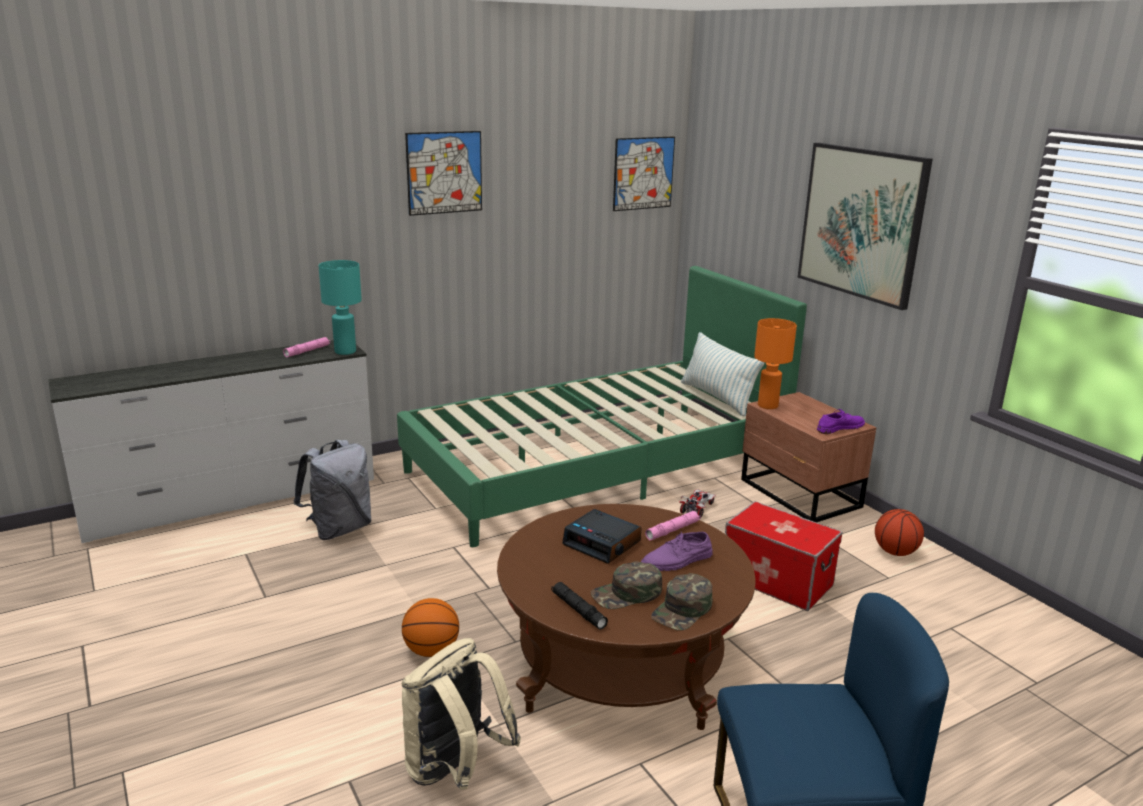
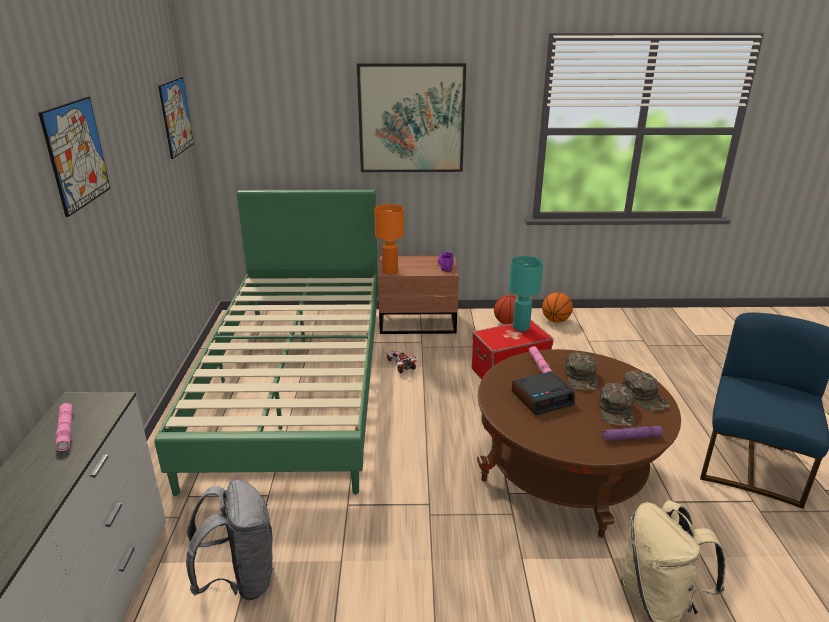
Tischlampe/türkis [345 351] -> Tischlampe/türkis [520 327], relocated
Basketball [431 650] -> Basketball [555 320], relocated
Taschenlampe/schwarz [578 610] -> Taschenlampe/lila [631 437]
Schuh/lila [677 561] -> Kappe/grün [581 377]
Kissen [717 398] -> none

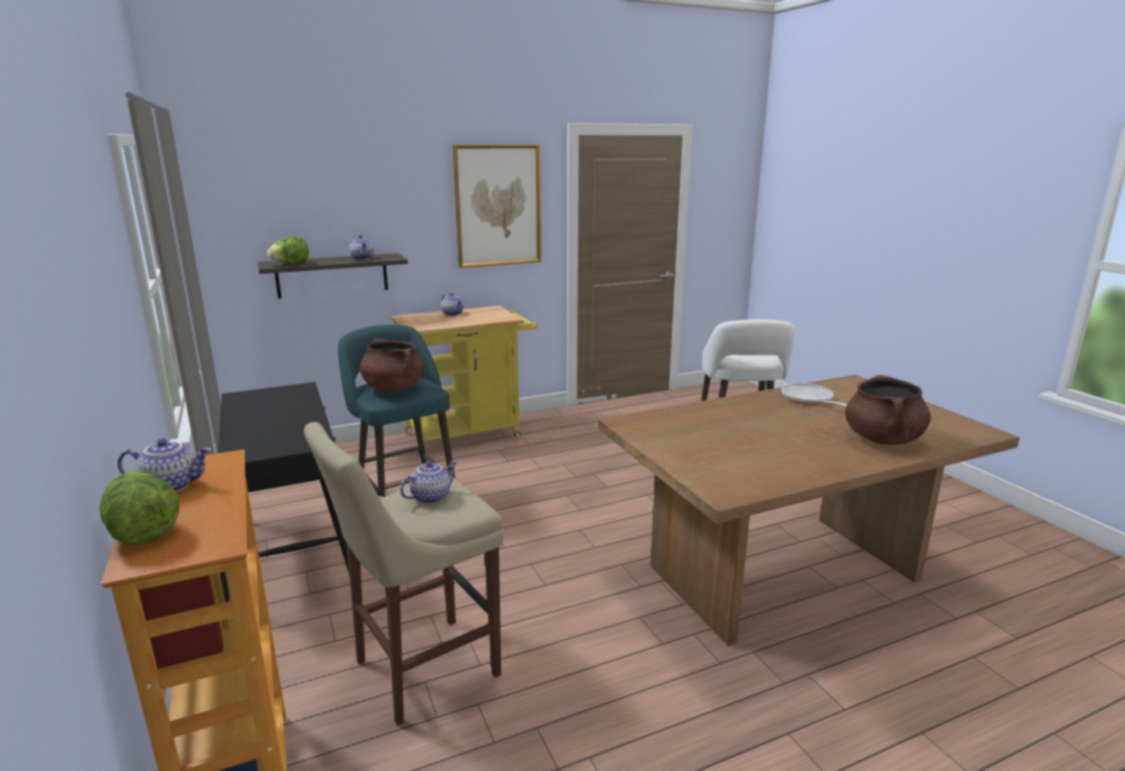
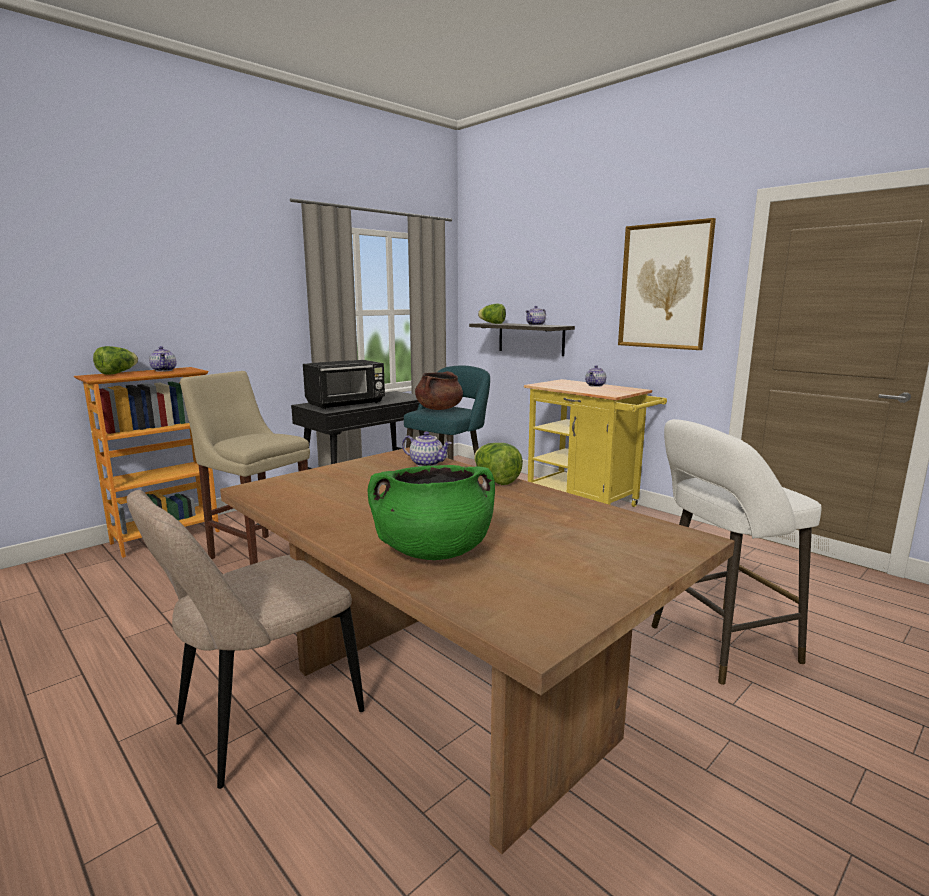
Teekanne [430 497] -> Teekanne [427 464], relocated
Pfanne [809 400] -> none
Kochtopf/braun [883 439] -> Kochtopf/grün [433 551]
none -> Stuhl/beige [261 721]
none -> Mikrowelle/schwarz [346 404]
none -> Salatkopf [495 480]

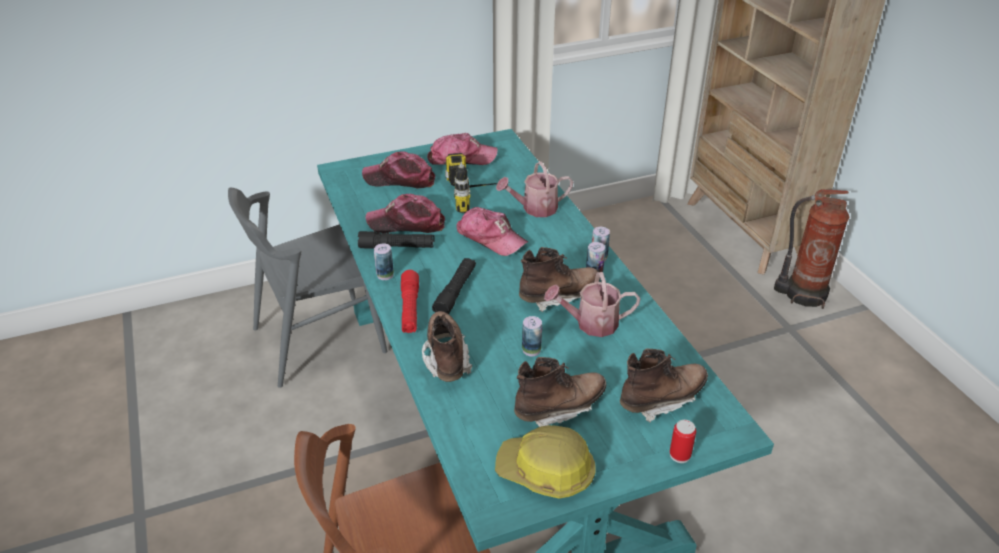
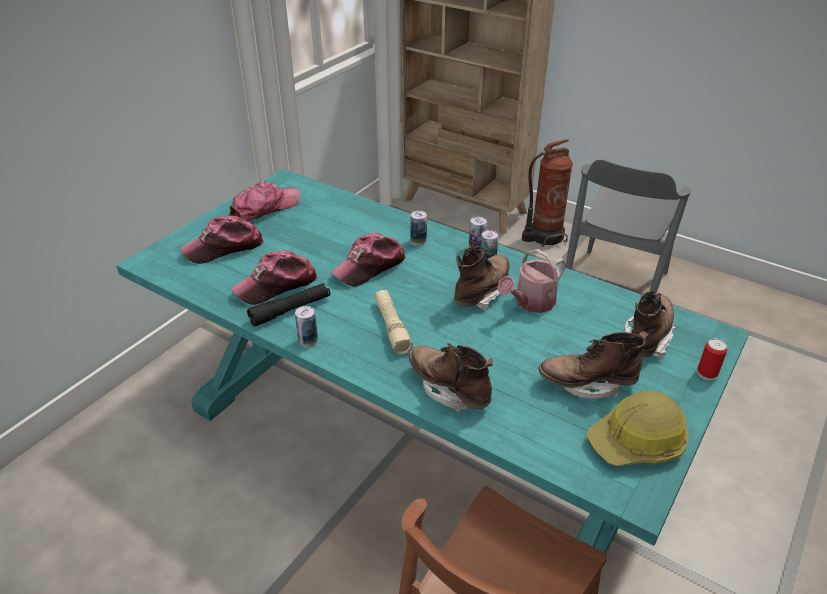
Stuhl/grau [318 339] -> Stuhl/grau [614 286], relocated
Taschenlampe/rot [410 309] -> none
Taschenlampe/schwarz [455 292] -> Taschenlampe/beige [391 327]
Bohrmaschine [480 196] -> none
Kappe [491 238] -> Kappe [369 267], 135 degrees clockwise
Gießkanne [535 209] -> none
Stiefel/braun [559 408] -> Stiefel/braun [587 384], 120 degrees counterclockwise
Dose [531 350] -> Dose [418 241], relocated

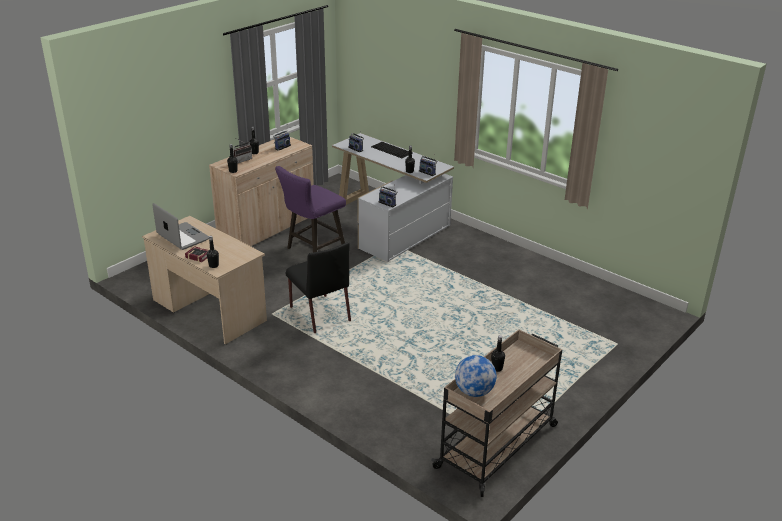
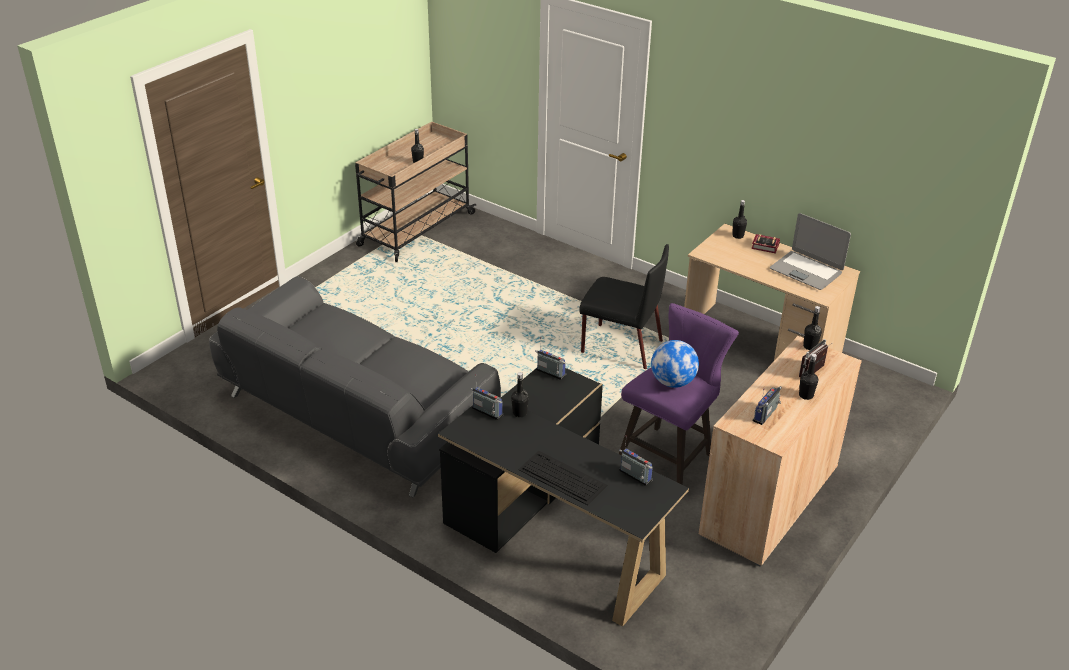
Stuhl/schwarz [319 313] -> Stuhl/schwarz [620 346], 150 degrees clockwise
Schreibtisch/weiß [391 223] -> Schreibtisch/schwarz [552 527]
Globus [474 392] -> Globus [673 382], relocated
none -> Sofa/grau [356 414]

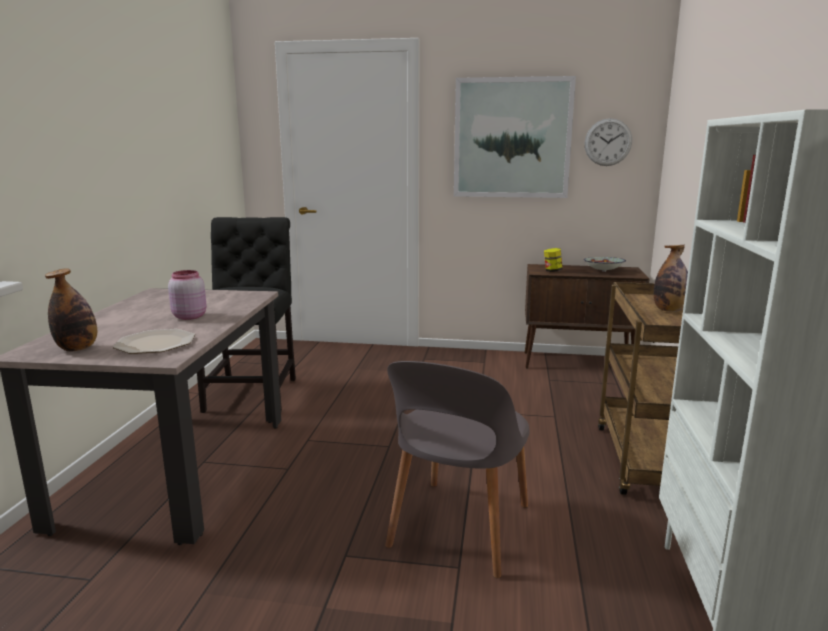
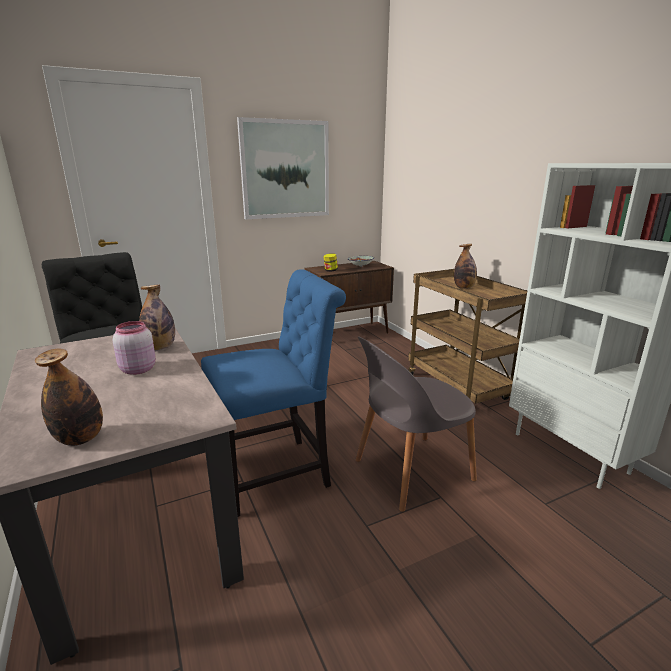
Teller [155 343] -> none
Stuhl/grau [458 528] -> Stuhl/grau [410 471], 75 degrees clockwise
Wanduhr [608 142] -> none
none -> Flasche [160 348]
none -> Stuhl/blau [278 473]

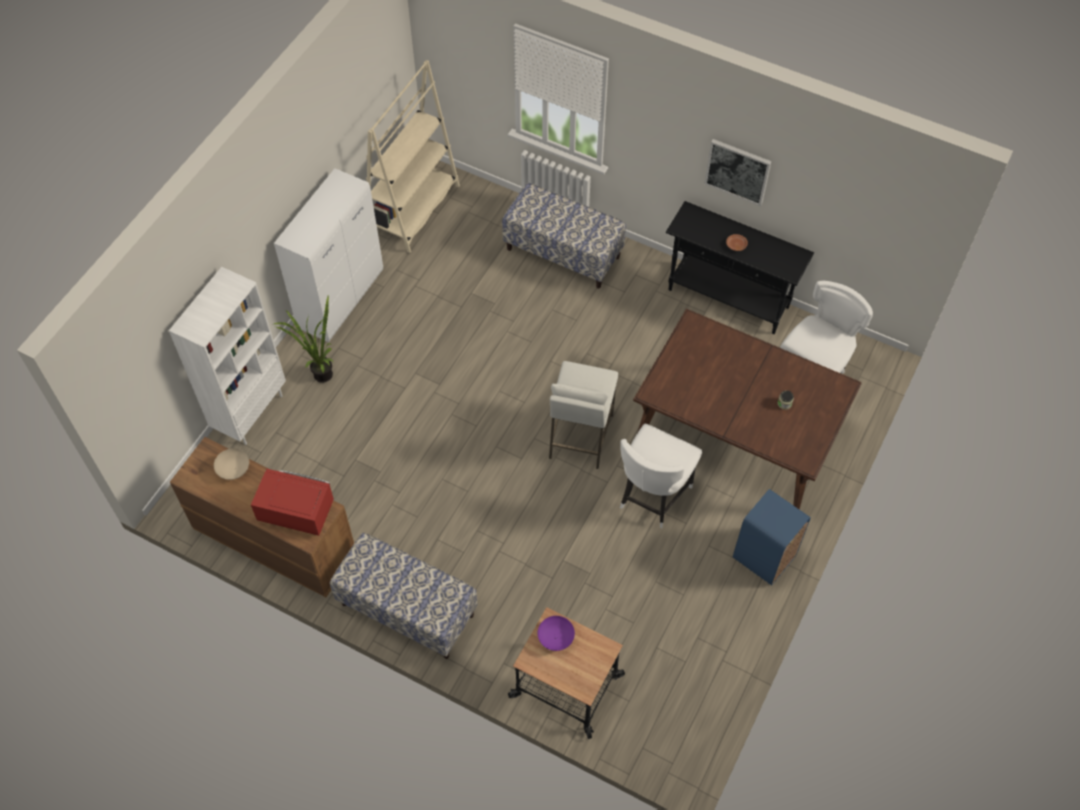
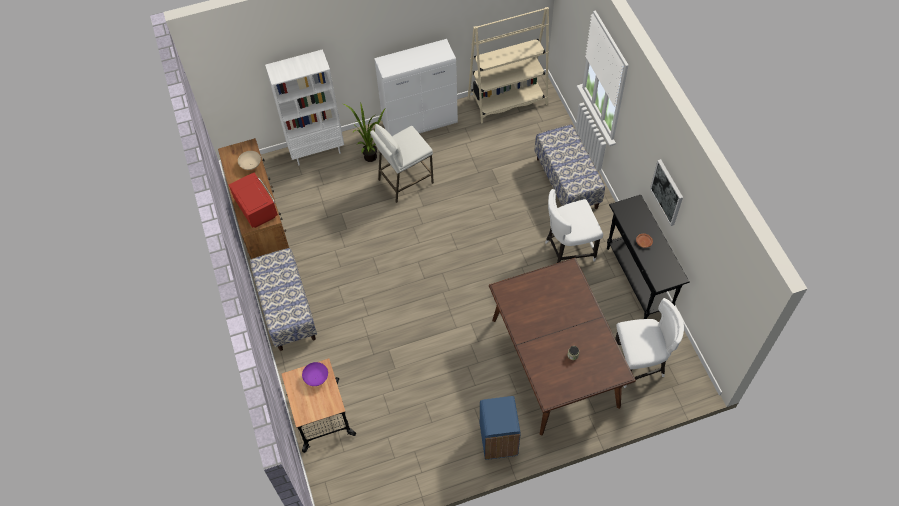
Hocker/weiß [580 437] -> Hocker/weiß [405 181], relocated
Stuhl/weiß [652 496] -> Stuhl/weiß [568 249], relocated

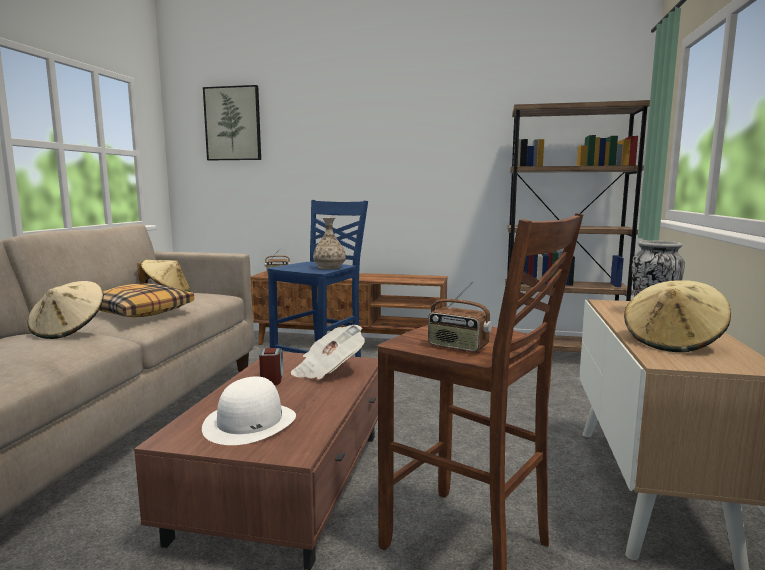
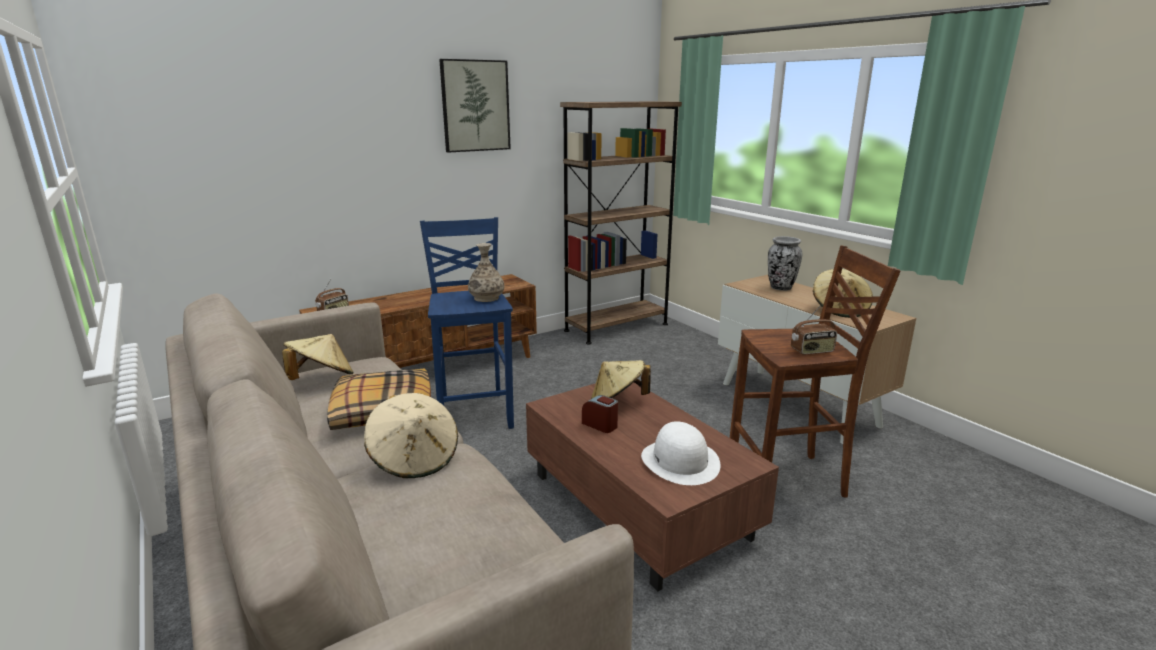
Bild [233 124] -> Bild [475 106], relocated
Zeitung [328 370] -> Hut/beige [618 401]

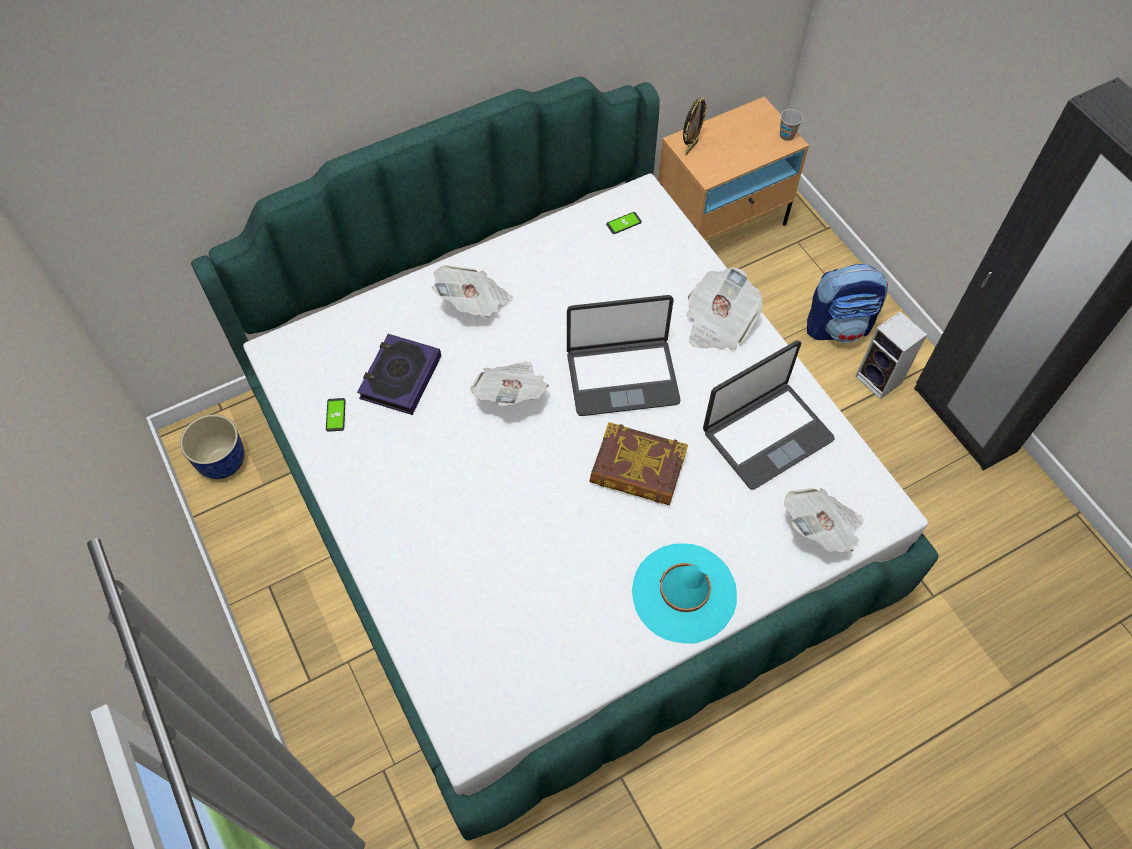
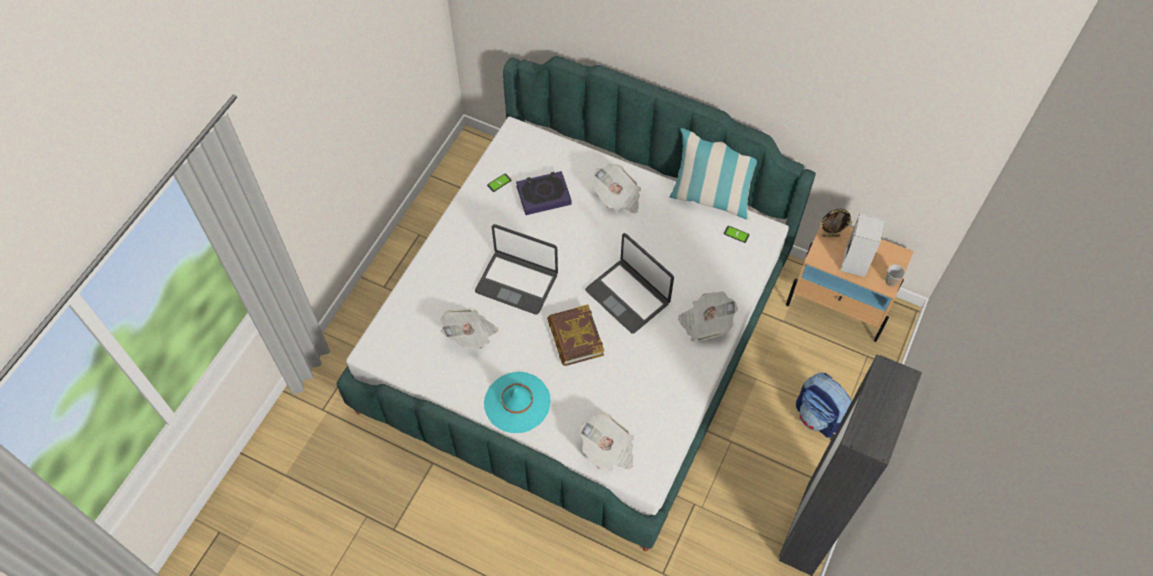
Pflanzkübel [223 461] -> none
Zeitung [511 393] -> Zeitung [470 335], relocated
Laptop [766 435] -> Laptop [517 282], relocated
Lautsprecher [880 380] -> Lautsprecher [855 264], relocated
none -> Kissen [711 198]

